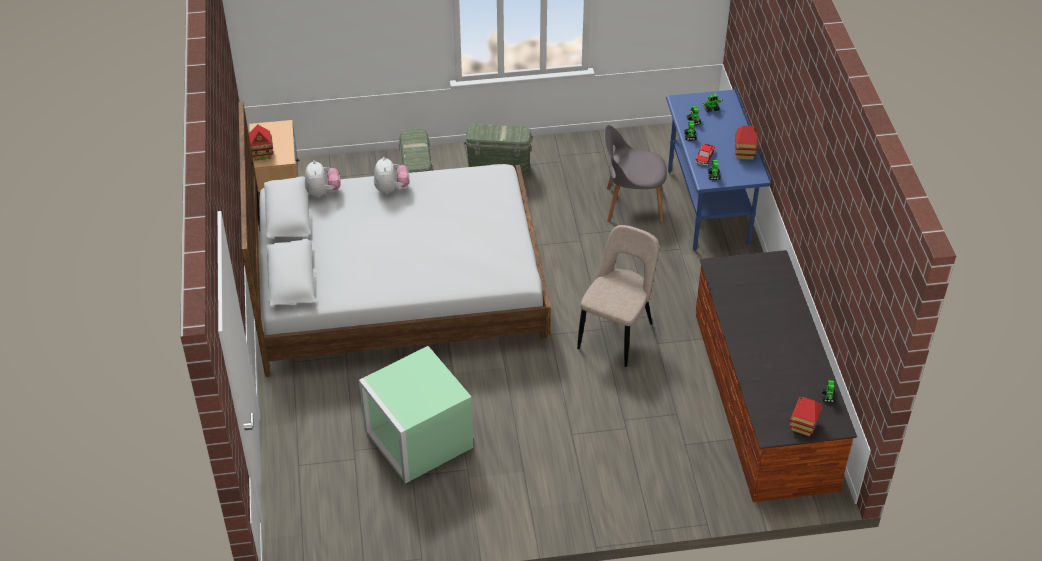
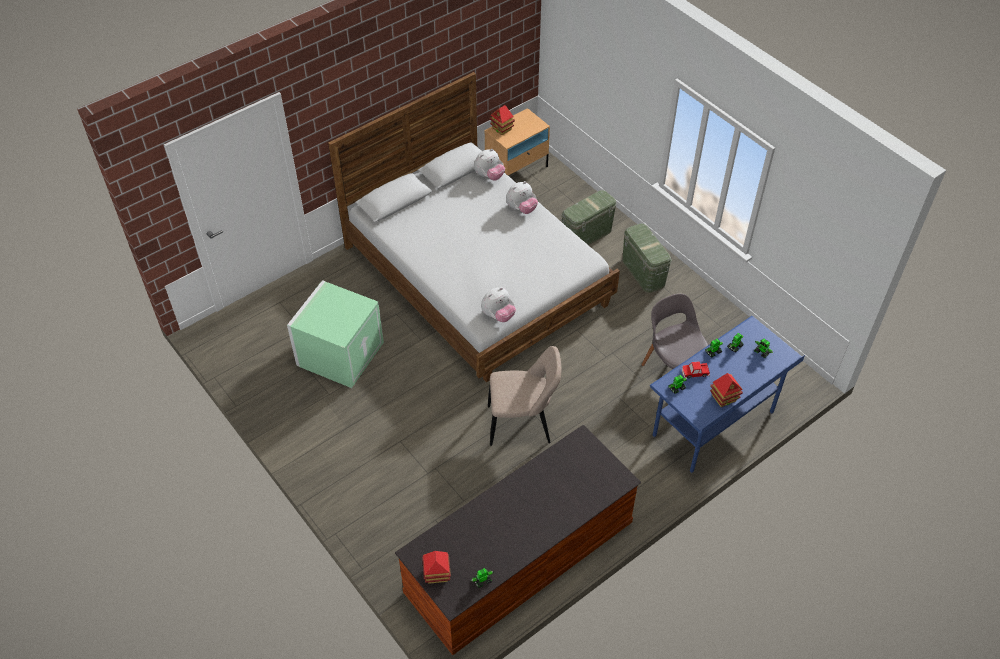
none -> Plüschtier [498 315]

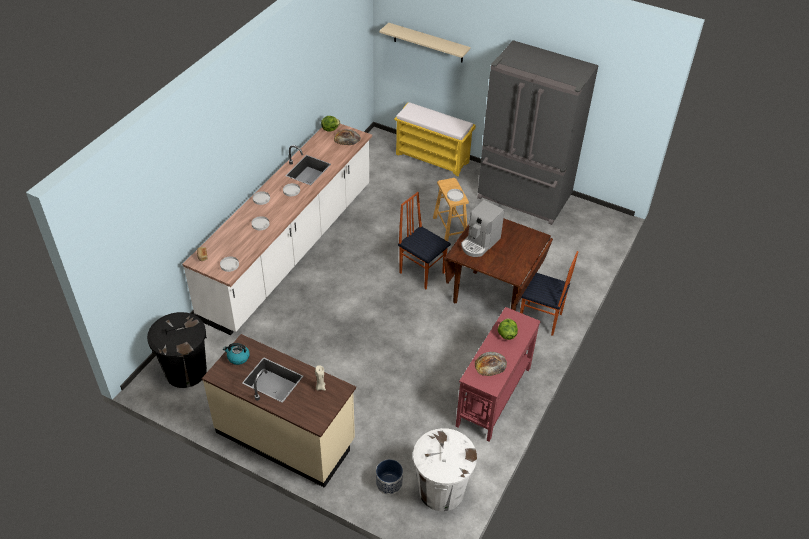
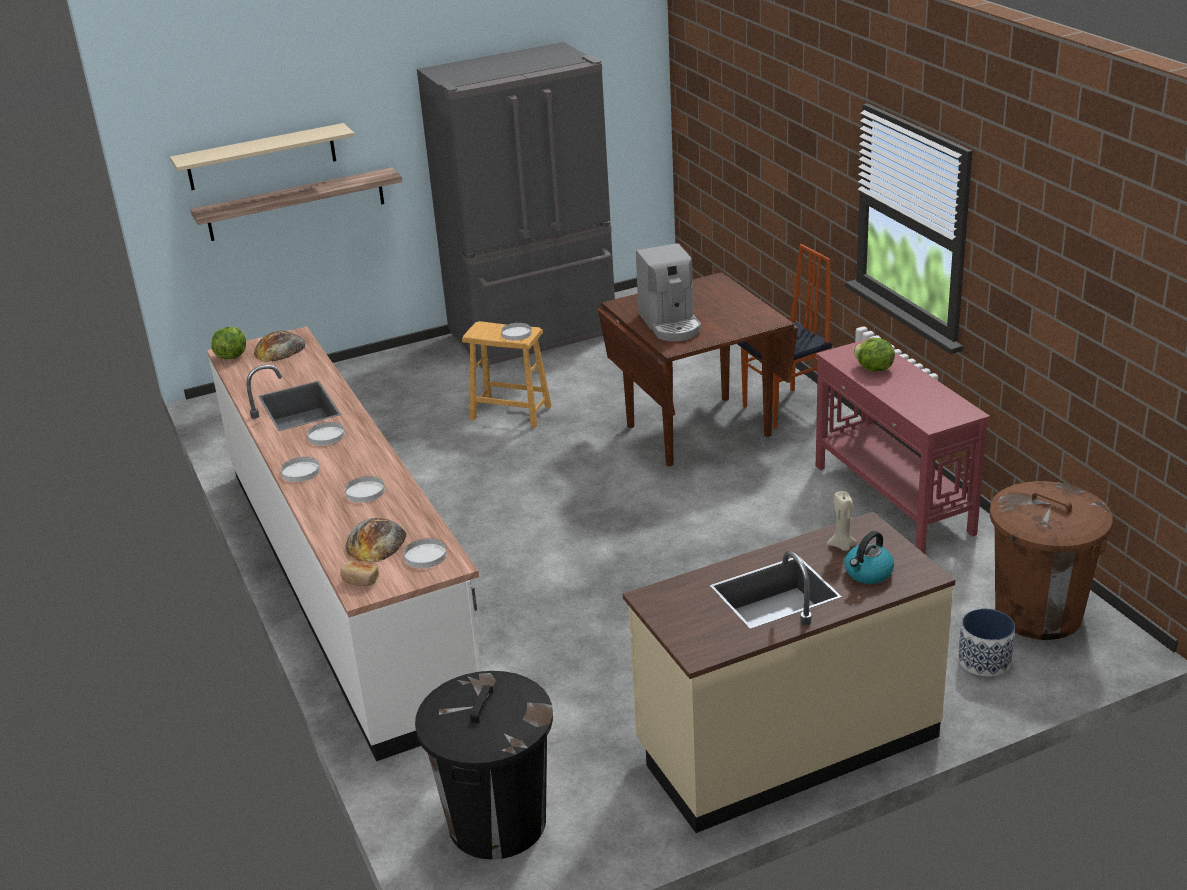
Wasserkessel [238 357] -> Wasserkessel [868 573], relocated
Bank/gelb [433 158] -> none
Stuhl [422 272] -> none
Mülleimer/weiß [441 491] -> Mülleimer/braun [1038 614]
Brot [490 364] -> Brot [376 541], relocated
none -> Wandregal [296 204]

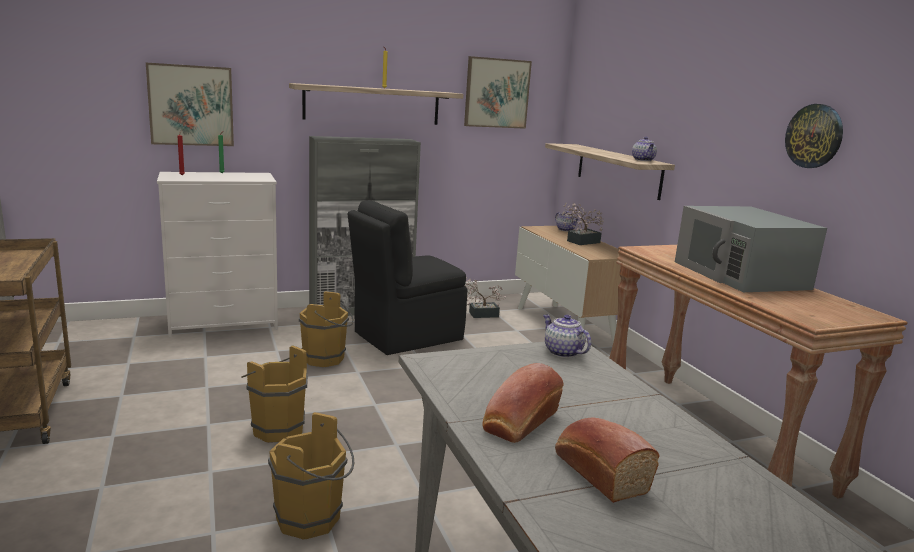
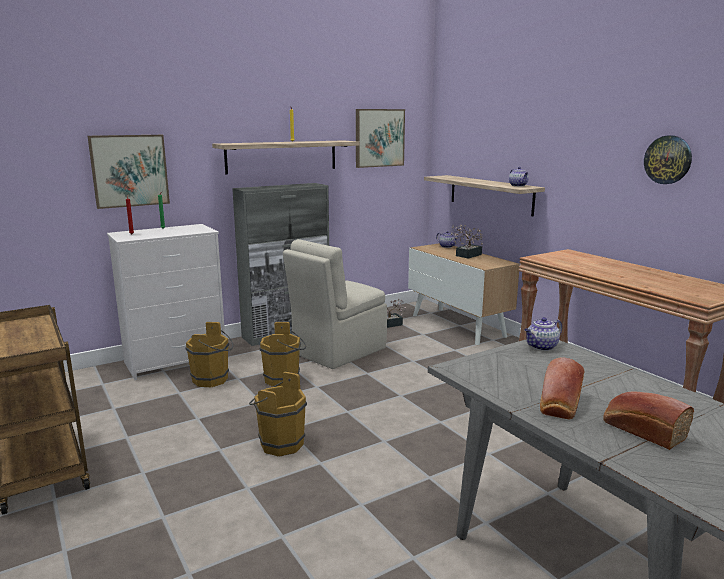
Eimer/braun [313 520] -> Eimer/braun [213 380], relocated
Stuhl/schwarz [405 336] -> Stuhl/beige [337 351]
Teekanne [562 352] -> Teekanne [541 347], 75 degrees counterclockwise
Mikrowelle/grau [741 275] -> none

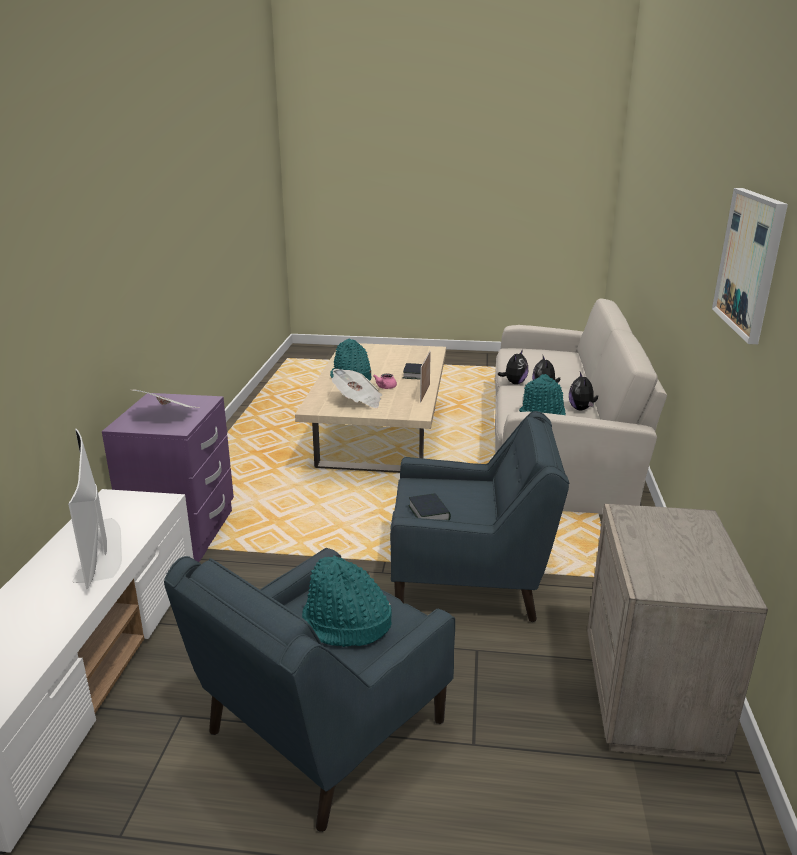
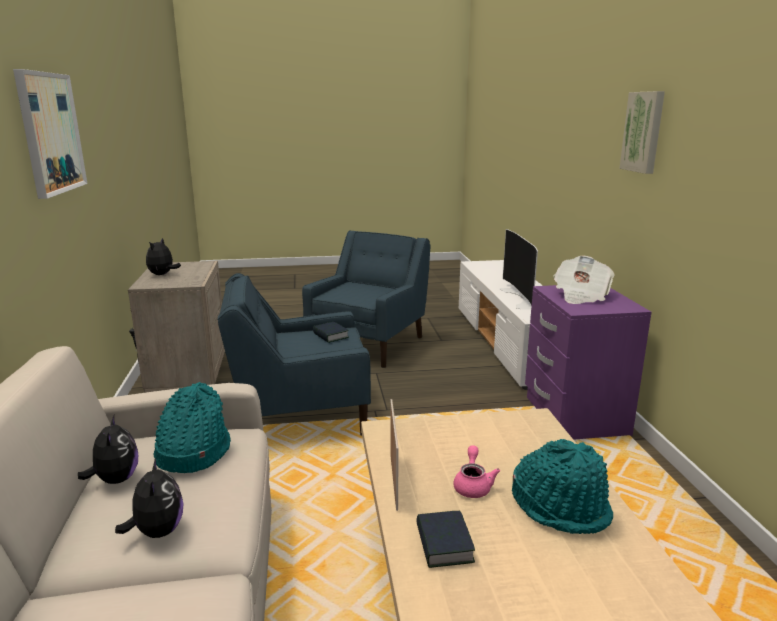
Fernseher [102 548] -> Fernseher [523 298], 150 degrees counterclockwise
Hut/türkis [345 624] -> none
Zeitung [358 401] -> none
Plüschtier [514 383] -> Plüschtier [162 274], relocated
none -> Bild [644 132]

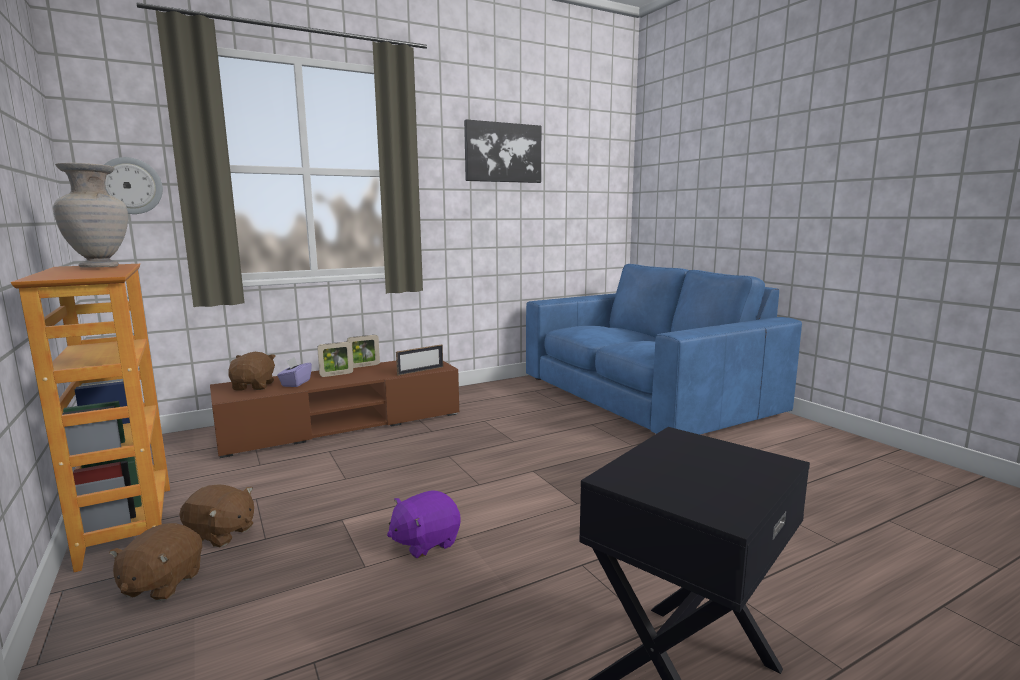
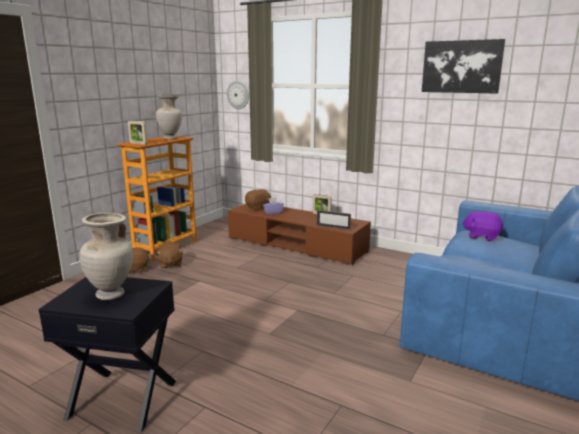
Bilderrahmen [336 374] -> Bilderrahmen [138 144], relocated
Plüschtier/lila [425 542] -> Plüschtier/lila [481 236], relocated
none -> Vase/beige [111 295]

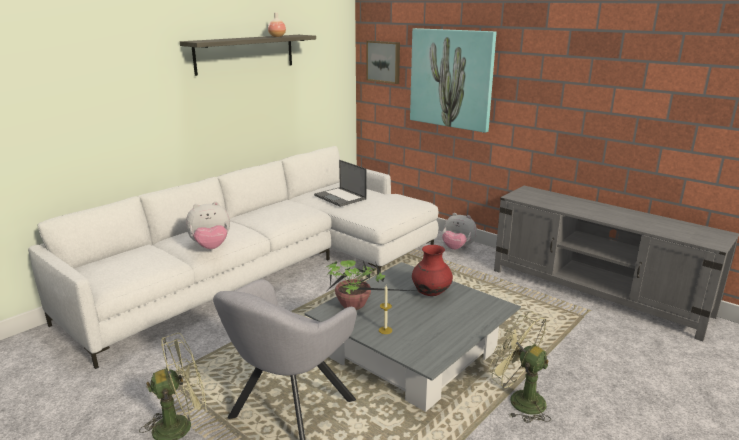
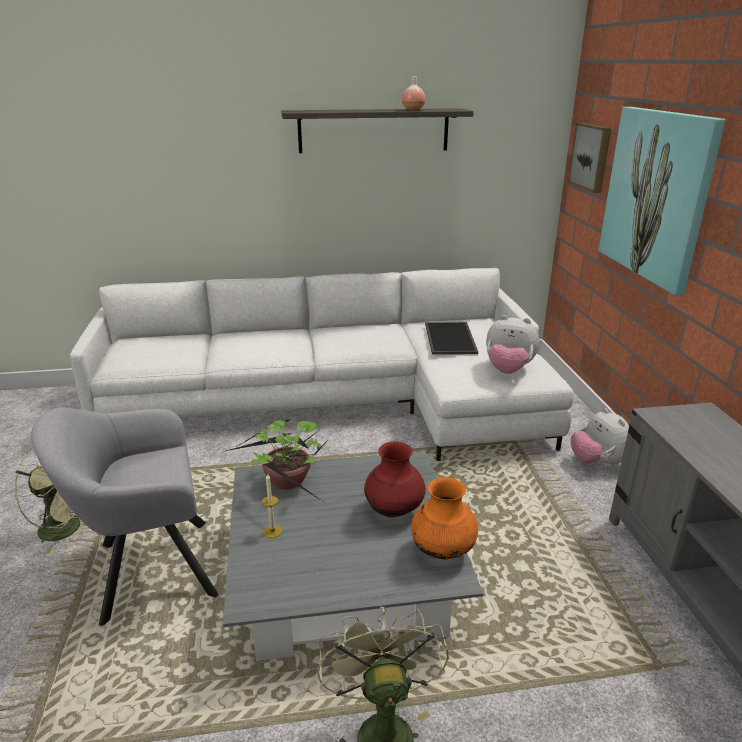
Plüschtier [211 247] -> Plüschtier [508 370], relocated
Laptop [341 197] -> Tablett [451 339]
none -> Vase/orange [442 551]

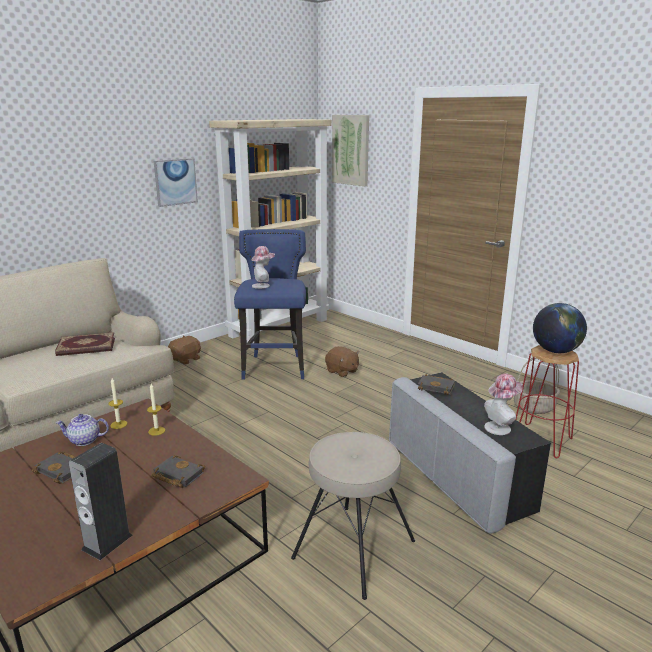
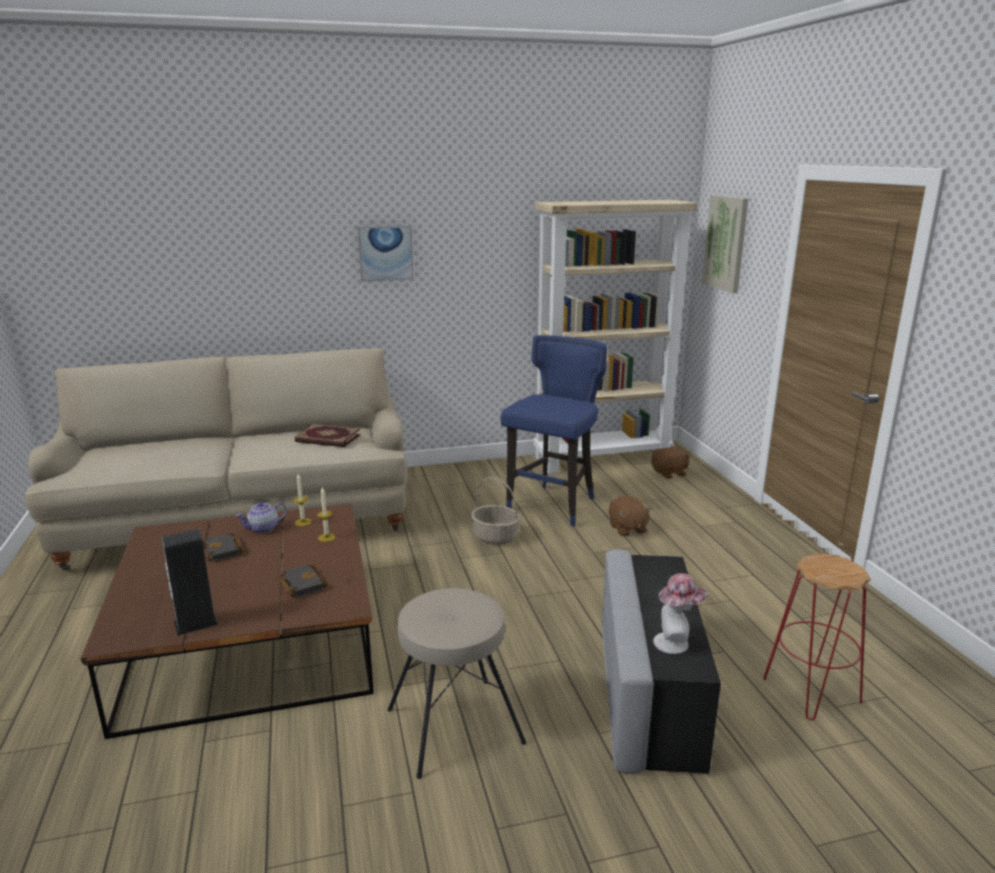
Teekanne [84 440] -> Teekanne [263 529], 60 degrees counterclockwise
Bild [175 182] -> Bild [385 253], relocated
Plüschtier/braun [186 359] -> Plüschtier/braun [670 473], relocated
Hut [263 285] -> none
Buch/schwarz [437 387] -> none
Korb [534 407] -> Korb [496 537], relocated
Globus [556 351] -> none

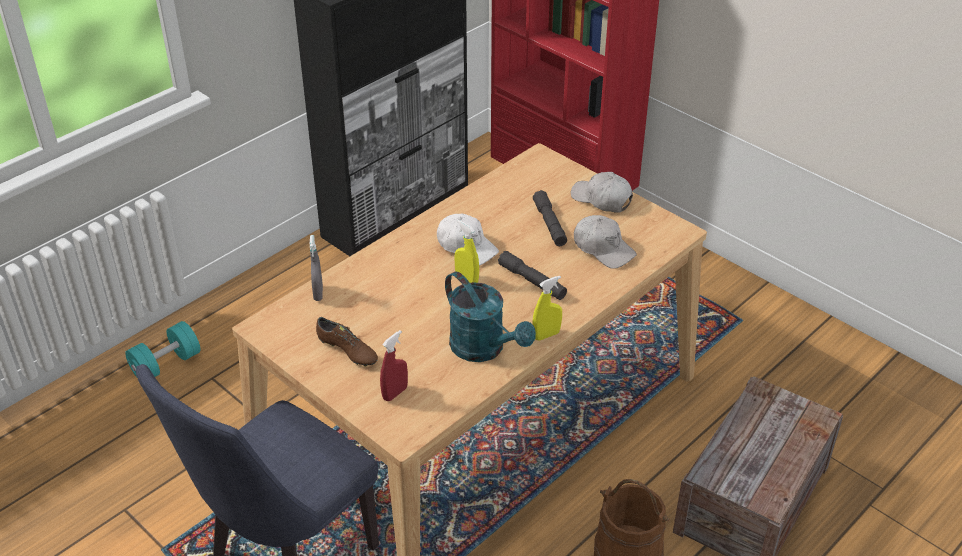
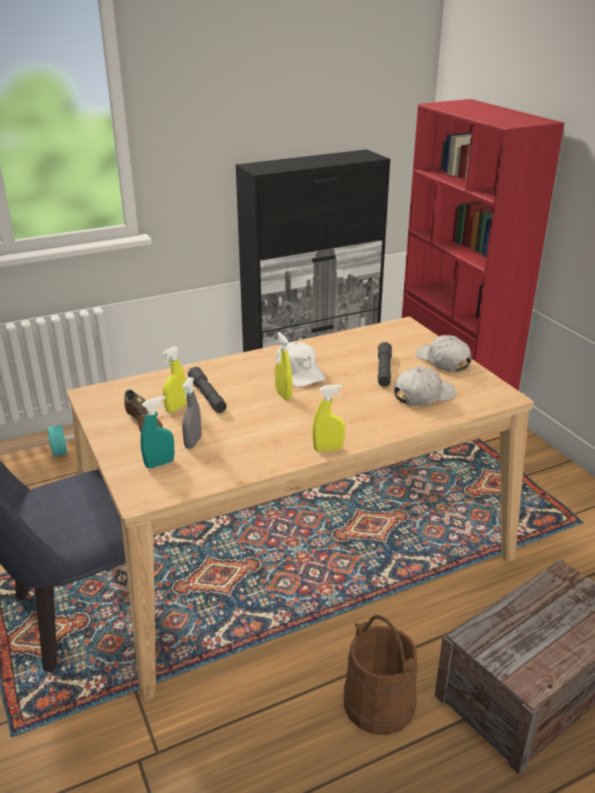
Sprühflasche/grau [318 293] -> Sprühflasche/grau [193 442], relocated
Sprühflasche/rot [395 393] -> Sprühflasche/türkis [159 464]
Gießkanne/türkis [484 349] -> none
Taschenlampe/grau [532 281] -> Taschenlampe/grau [207 396], relocated
Kappe/weiß [603 248] -> Kappe/weiß [423 396], 90 degrees counterclockwise
none -> Sprühflasche/gelb [176 408]

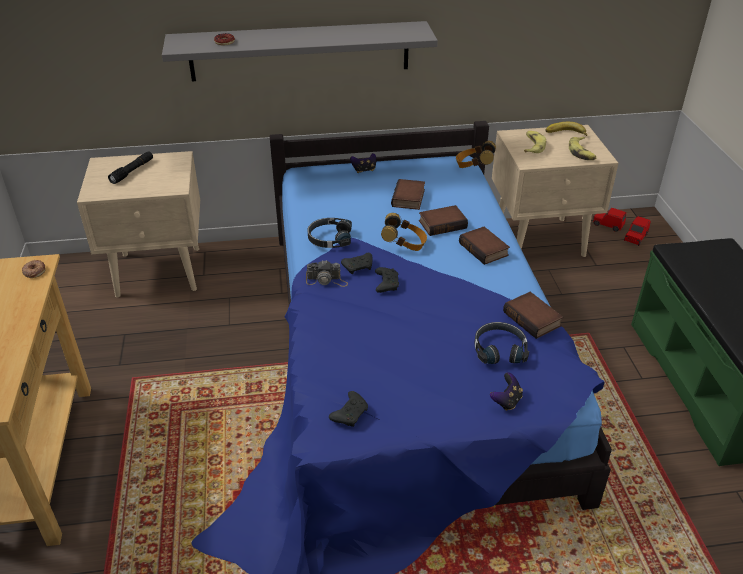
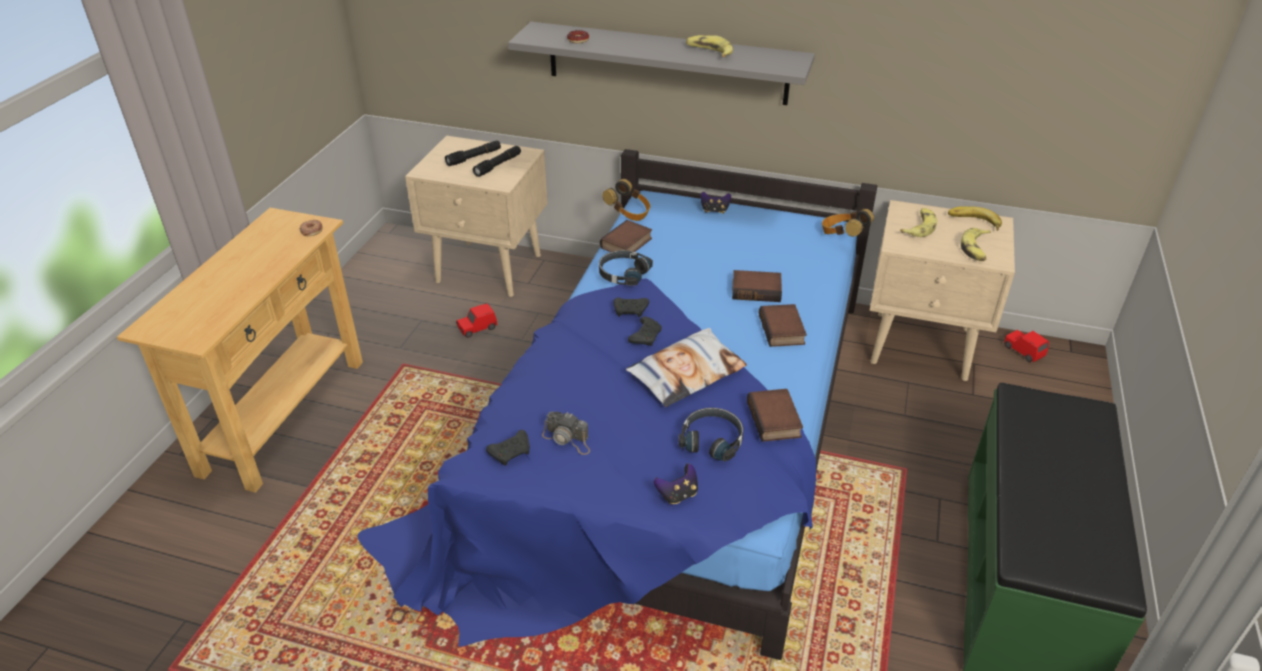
Kamera [327 280] -> Kamera [568 439], relocated
Kopfhörer [404 245] -> Kopfhörer [628 213], relocated
Buch [409 198] -> Buch [627 244], relocated
Spielzeugauto/rot [635 238] -> Spielzeugauto/rot [477 328], relocated
none -> Taschenlampe/schwarz [498 165]
none -> Kissen [686 373]
none -> Banane [709 52]

